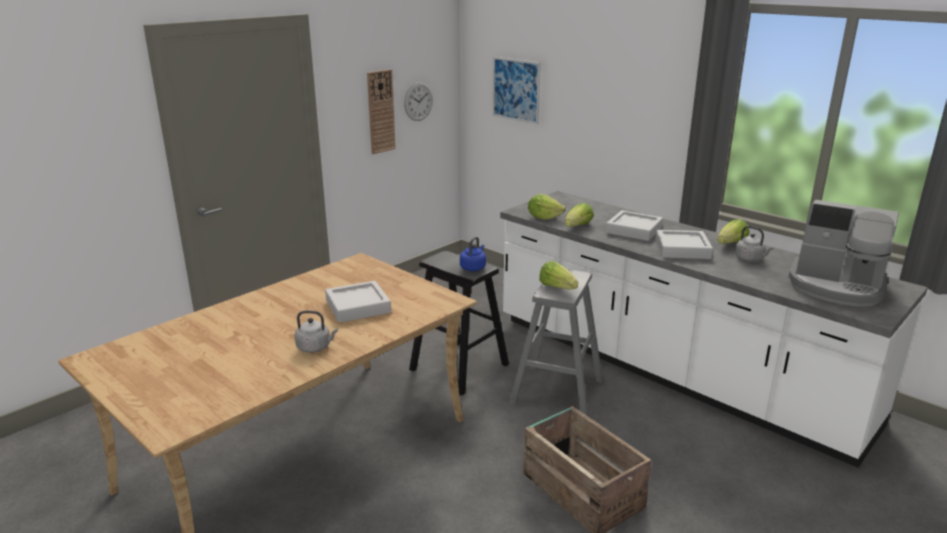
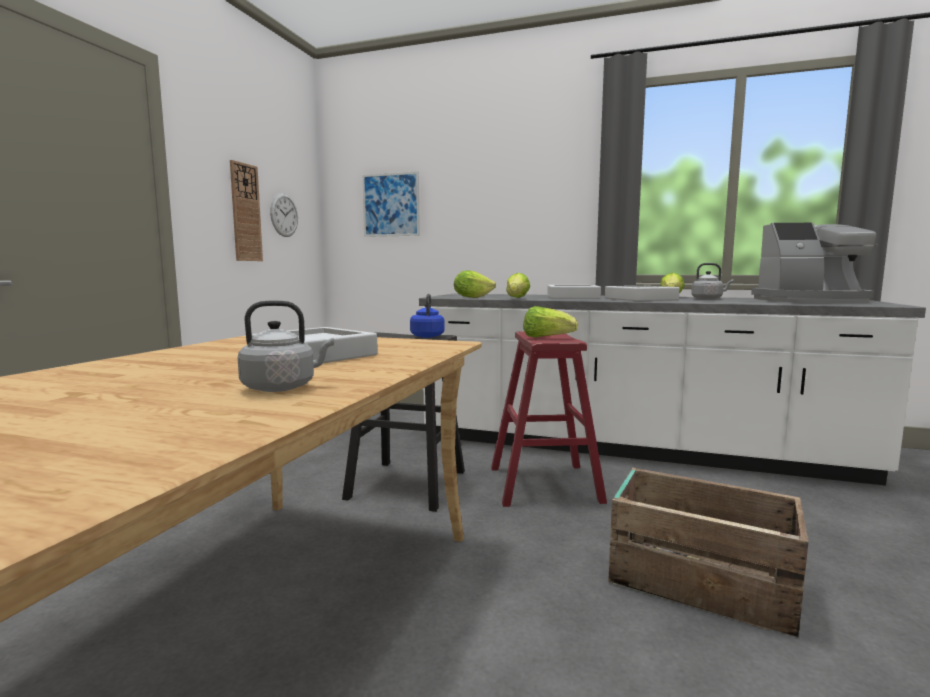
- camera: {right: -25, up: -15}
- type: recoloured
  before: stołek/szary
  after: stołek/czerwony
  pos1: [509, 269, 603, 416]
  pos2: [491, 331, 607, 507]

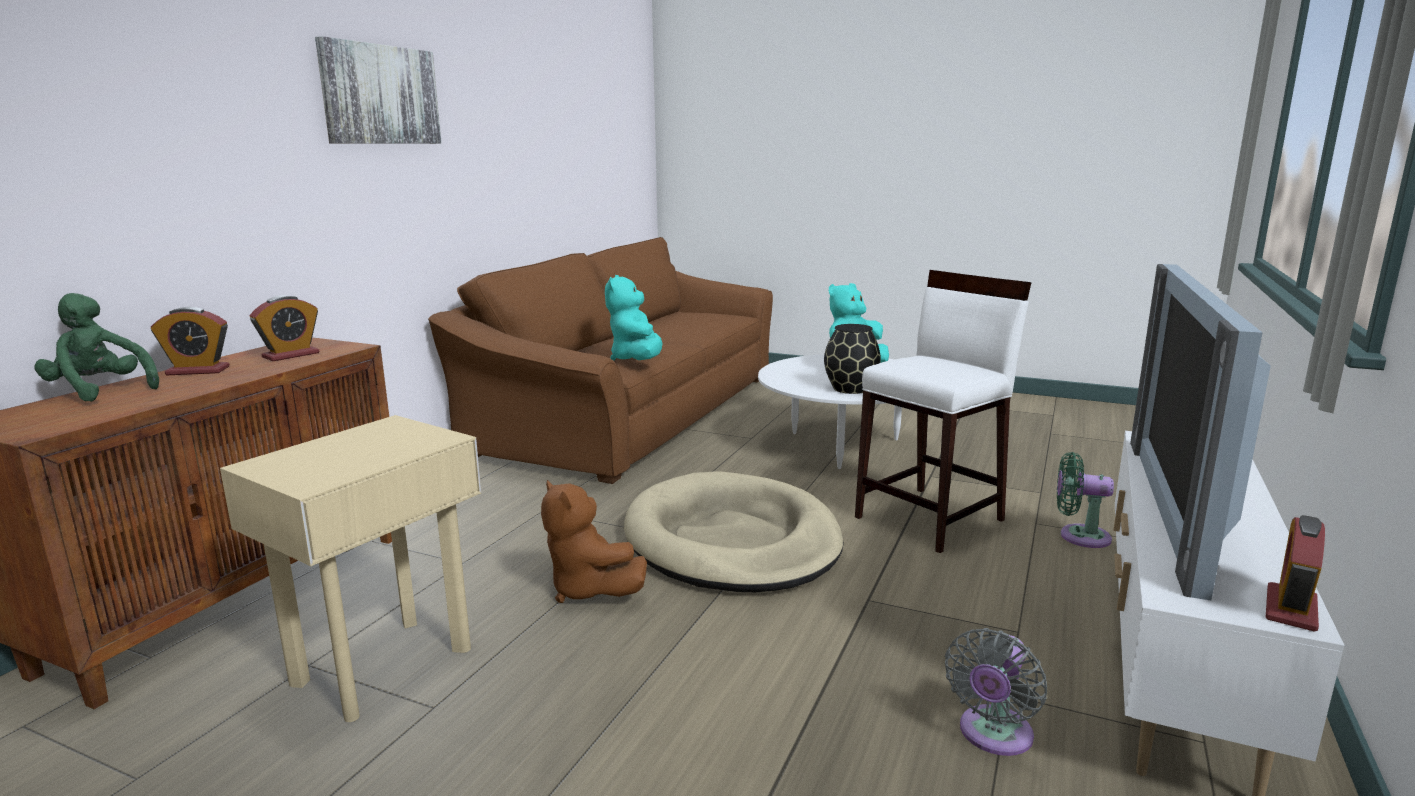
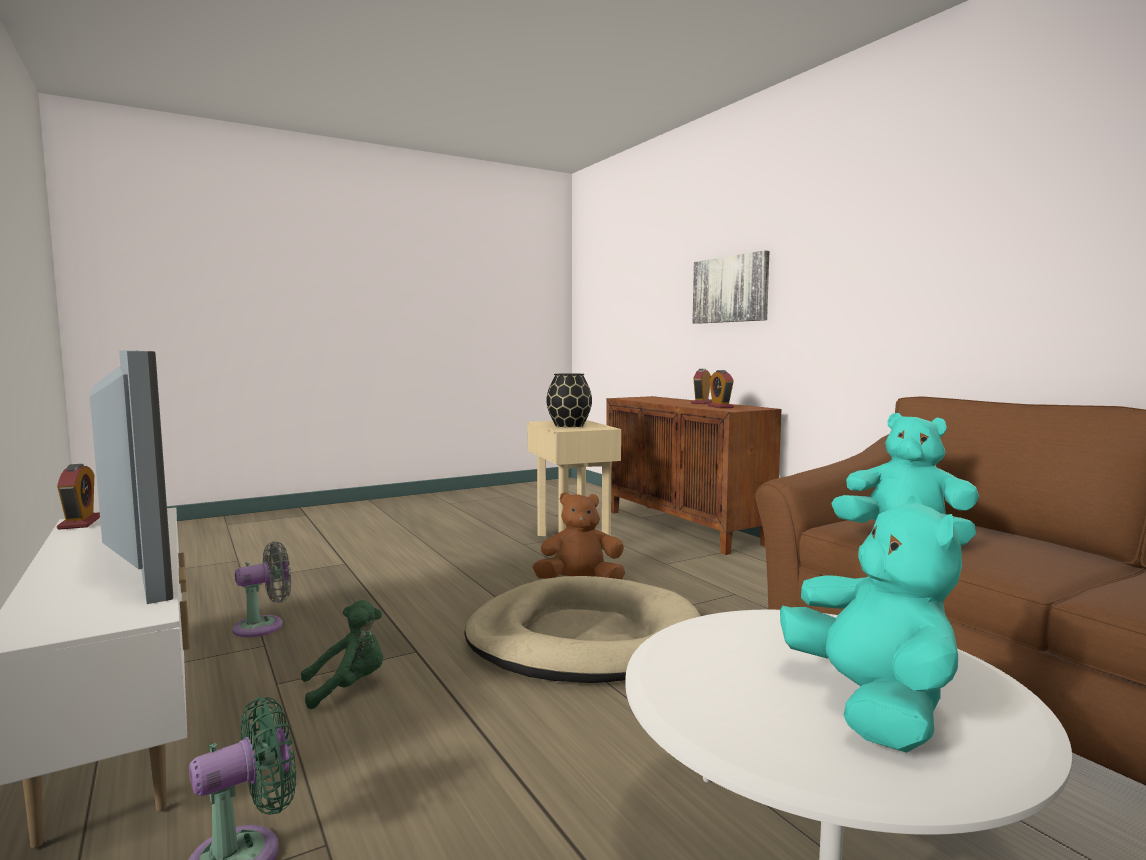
- camera: {right: 125, up: -10}
- type: removed
  before: stołek/biały
  pos1: [855, 270, 1031, 553]
- type: moved
  before: pluszak/zielony
  pos1: [35, 293, 159, 402]
  pos2: [301, 600, 383, 709]
- type: moved
  before: obraz
  pos1: [315, 36, 442, 144]
  pos2: [692, 250, 769, 324]
- type: moved
  before: wazon/czarny
  pos1: [824, 324, 881, 394]
  pos2: [546, 373, 592, 427]
- type: turned
  before: wentylator/szary
  pos1: [945, 628, 1047, 756]
  pos2: [232, 541, 291, 637]
  turn: 75

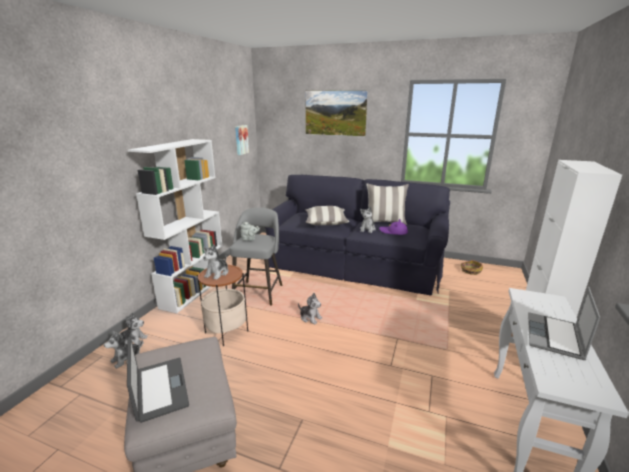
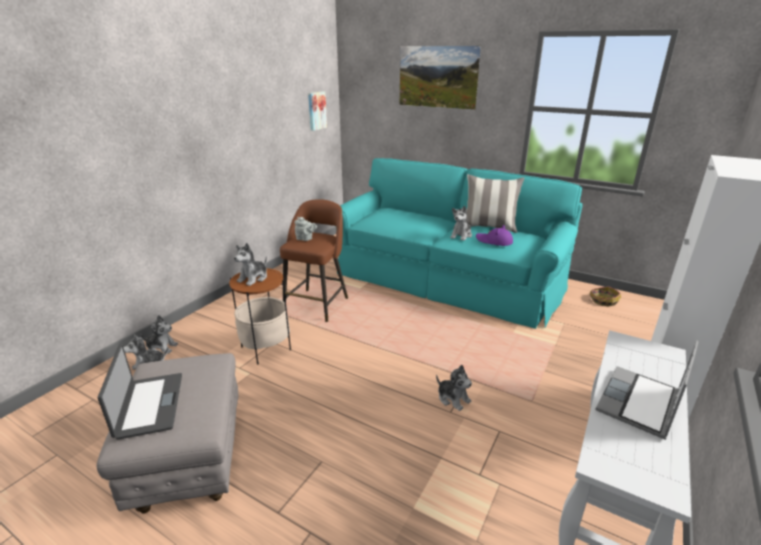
- camera: {right: 10, up: 5}
- type: removed
  before: regał/biały
  pos1: [128, 139, 222, 313]
- type: removed
  before: poduszka
  pos1: [305, 206, 349, 225]
- type: moved
  before: pluszak
  pos1: [298, 293, 322, 324]
  pos2: [436, 365, 472, 411]
- type: recoloured
  before: stołek/szary
  after: stołek/brązowy
  pos1: [230, 207, 282, 306]
  pos2: [280, 199, 348, 322]
- type: recoloured
  before: kanapa/czarny
  after: kanapa/turkusowy
  pos1: [265, 175, 450, 296]
  pos2: [337, 158, 583, 329]

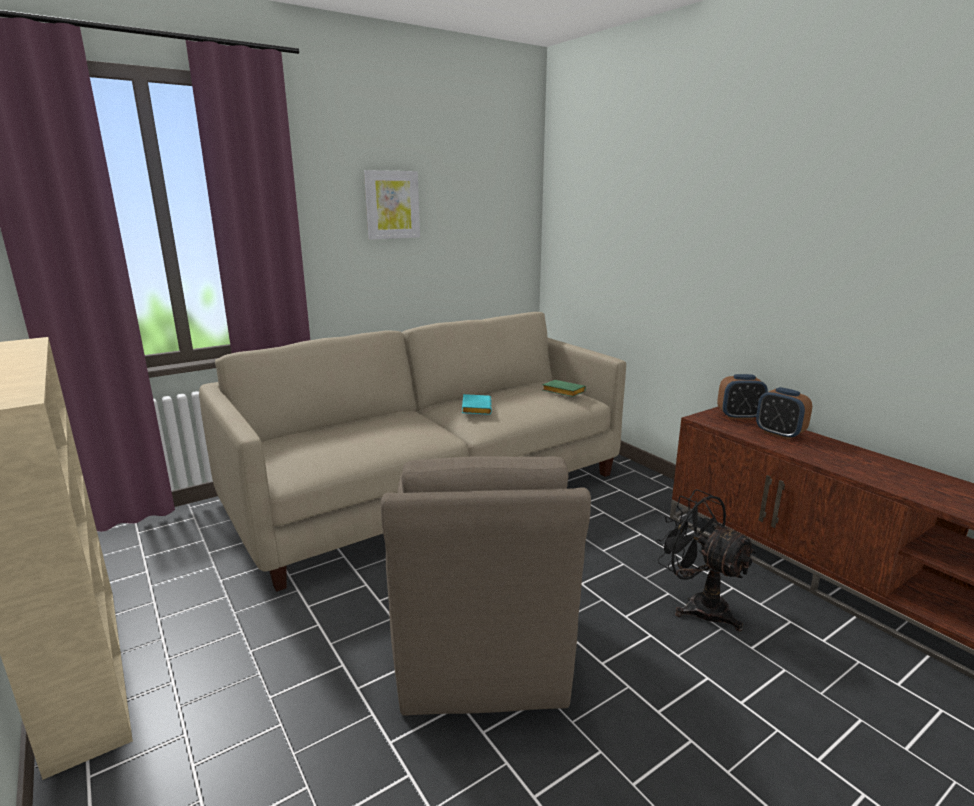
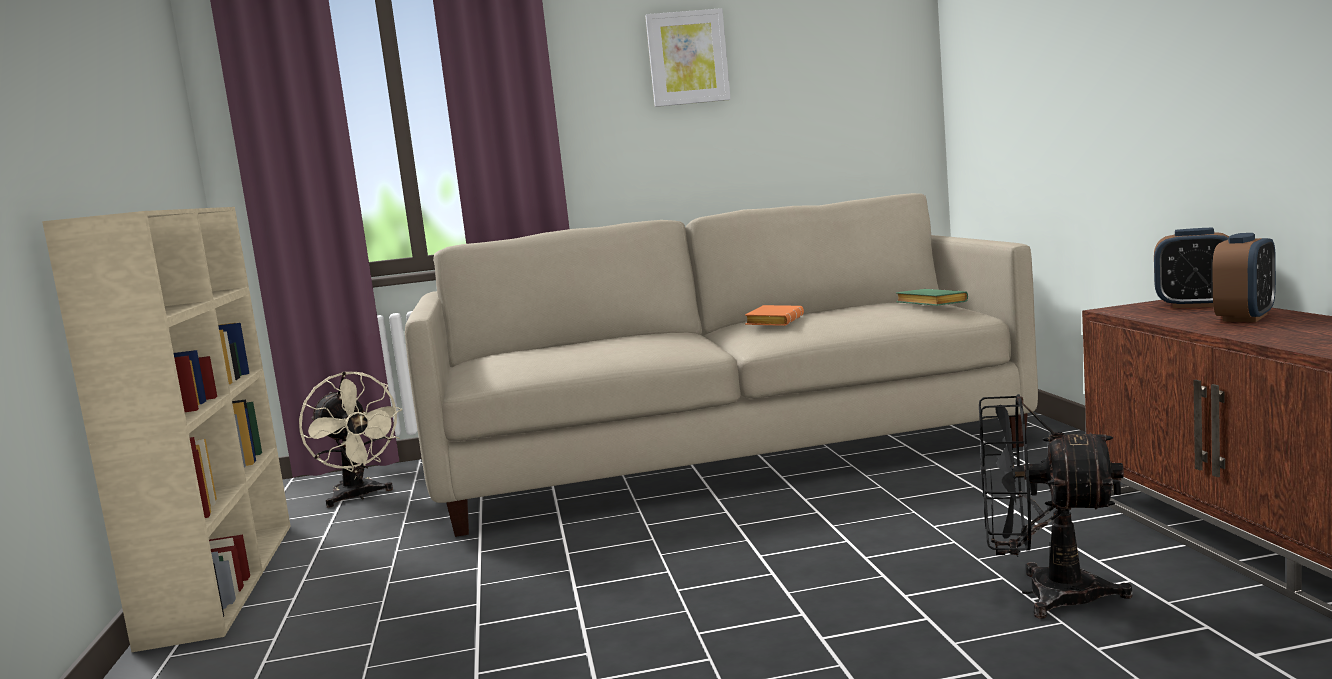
- camera: {right: 25, up: -10}
- type: removed
  before: fotel/brązowy
  pos1: [381, 456, 591, 716]
- type: added
  after: wentylator/beżowy
  pos2: [299, 371, 403, 508]
- type: recoloured
  before: książka/turkusowy
  after: książka/pomarańczowy
  pos1: [462, 394, 492, 415]
  pos2: [745, 305, 804, 326]
- type: turned
  before: wentylator/czarny
  pos1: [656, 489, 756, 631]
  pos2: [979, 394, 1133, 619]
  turn: -60
- type: turned
  before: budzik
  pos1: [756, 387, 812, 440]
  pos2: [1212, 233, 1276, 322]
  turn: -120

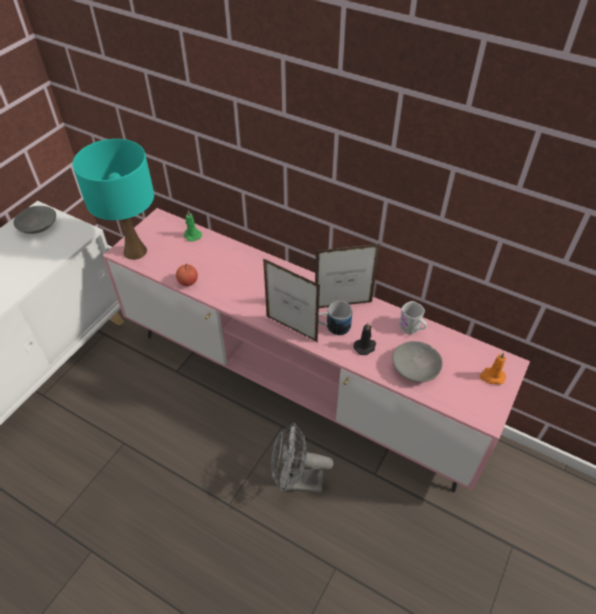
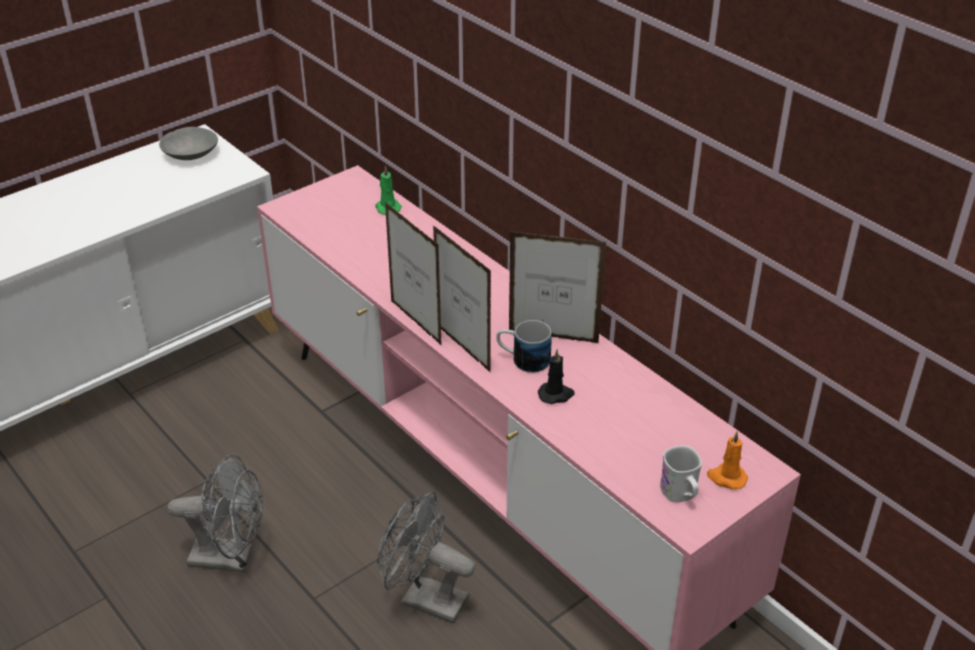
- camera: {right: 20, up: -10}
- type: removed
  before: lampa stołowa/turkusowy
  pos1: [72, 139, 154, 260]
- type: removed
  before: jabłko
  pos1: [176, 264, 198, 286]
- type: removed
  before: miska/szary
  pos1: [392, 341, 443, 382]
- type: added
  after: wentylator/szary
  pos2: [168, 454, 263, 572]
- type: added
  after: ramka na zdjęcie
  pos2: [385, 202, 442, 346]
- type: moved
  before: kubek/biały
  pos1: [399, 301, 427, 334]
  pos2: [660, 445, 702, 502]

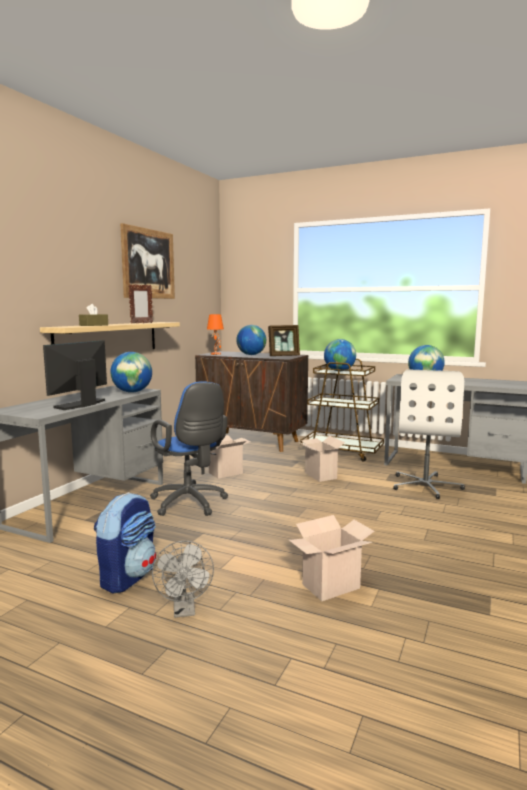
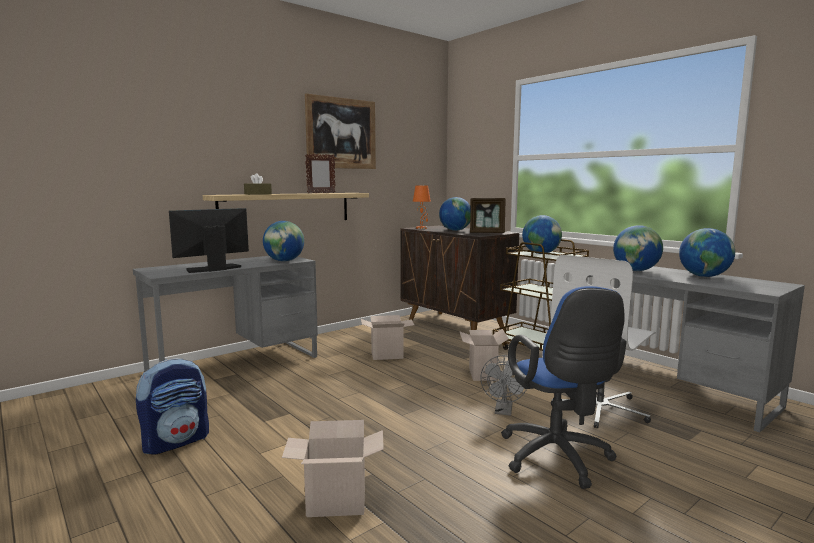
- camera: {right: 25, up: 0}
- type: added
  after: globus
  pos2: [679, 228, 735, 277]
- type: moved
  before: krzesło biurowe/niebieski
  pos1: [150, 381, 228, 516]
  pos2: [501, 286, 627, 489]
- type: moved
  before: wentylator/szary
  pos1: [152, 541, 214, 618]
  pos2: [480, 355, 527, 416]

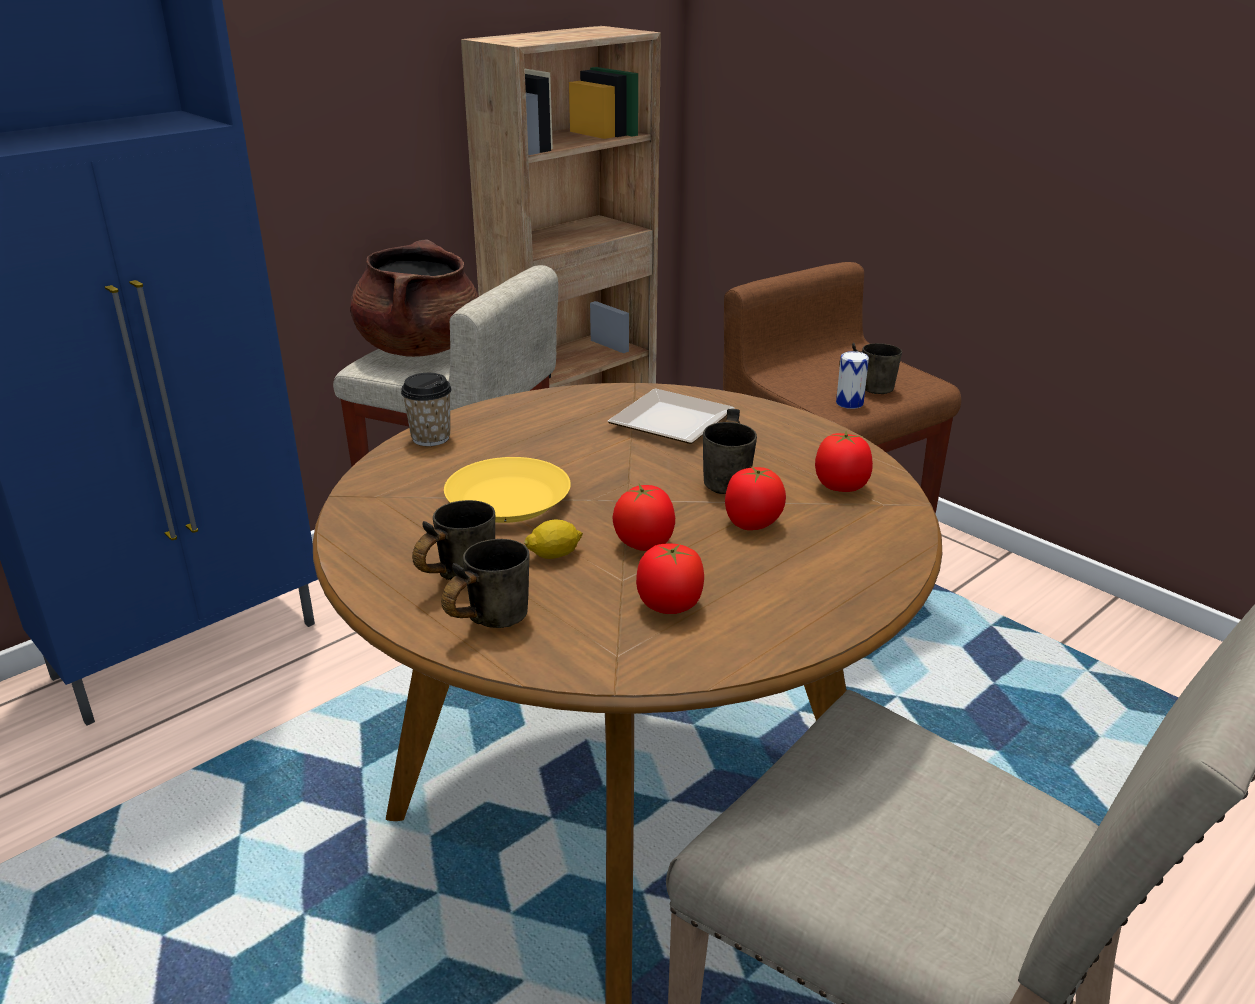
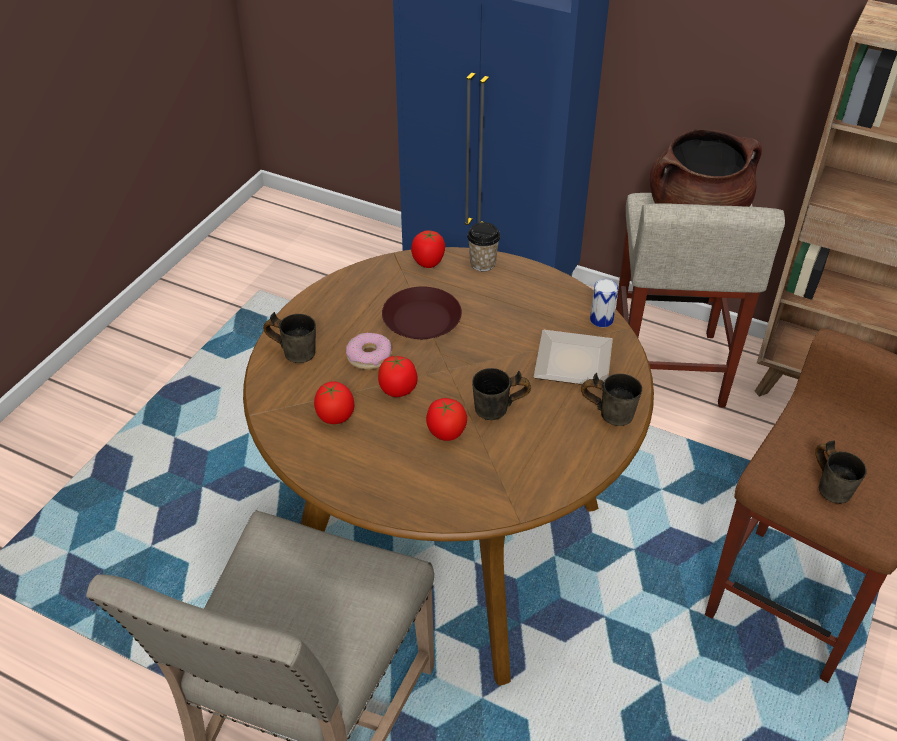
- camera: {right: 70, up: 15}
- type: moved
  before: kubek/szary
  pos1: [412, 500, 495, 580]
  pos2: [581, 373, 642, 426]
- type: moved
  before: pomidor
  pos1: [815, 431, 873, 492]
  pos2: [411, 230, 445, 268]
- type: moved
  before: puszka
  pos1: [836, 351, 869, 409]
  pos2: [590, 279, 618, 327]
- type: replaced
  before: cytryna
  after: donut
  pos1: [524, 519, 583, 559]
  pos2: [346, 332, 392, 370]
- type: recoloured
  before: talerz/żółty
  after: talerz/brązowy
  pos1: [444, 457, 571, 523]
  pos2: [382, 287, 462, 339]

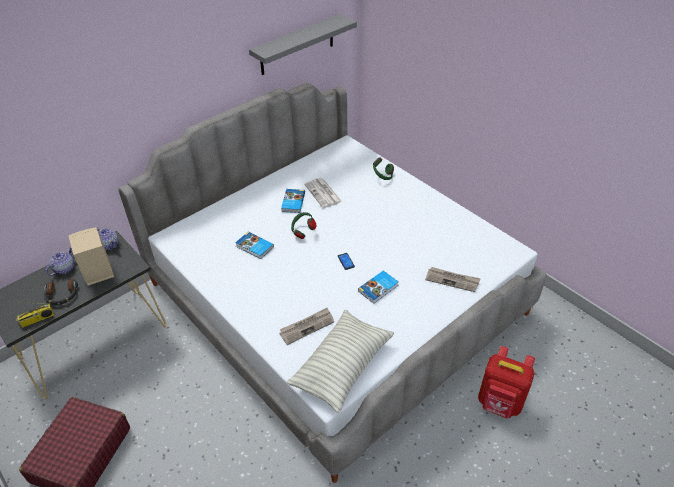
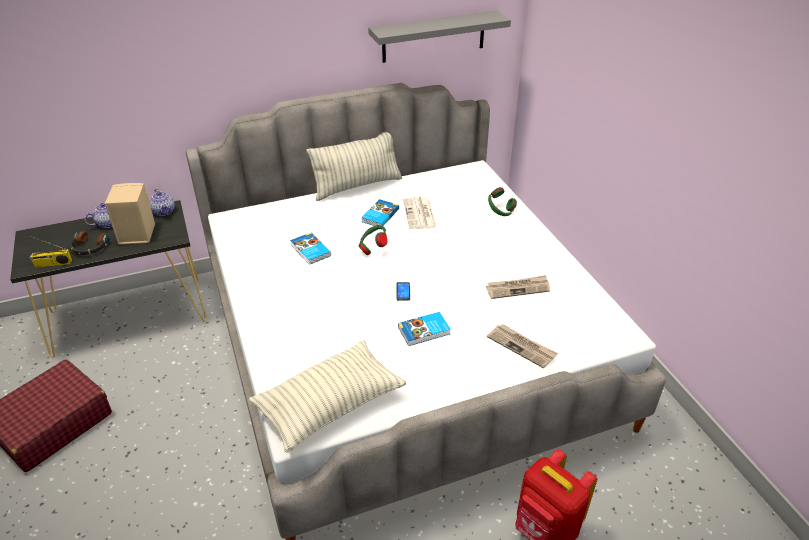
- camera: {right: 20, up: -5}
- type: added
  after: poduszka
  pos2: [307, 132, 402, 201]
- type: moved
  before: gazeta
  pos1: [279, 308, 334, 345]
  pos2: [486, 275, 550, 299]

